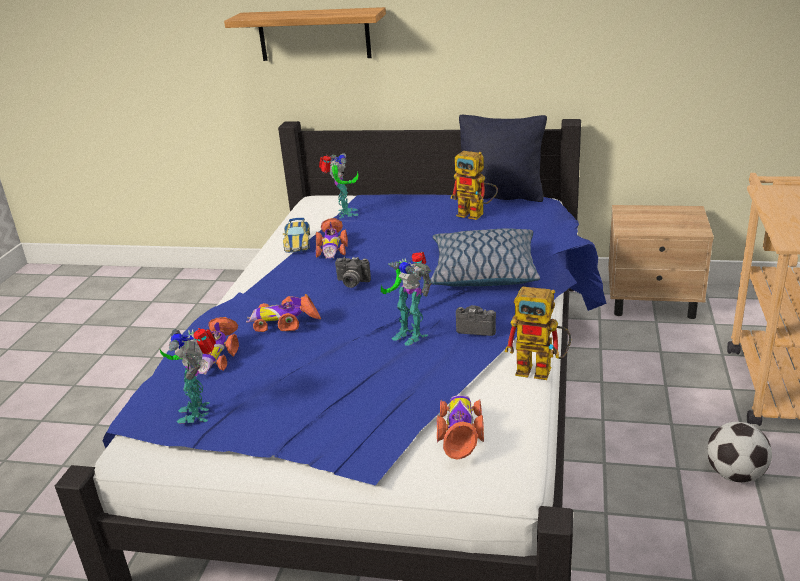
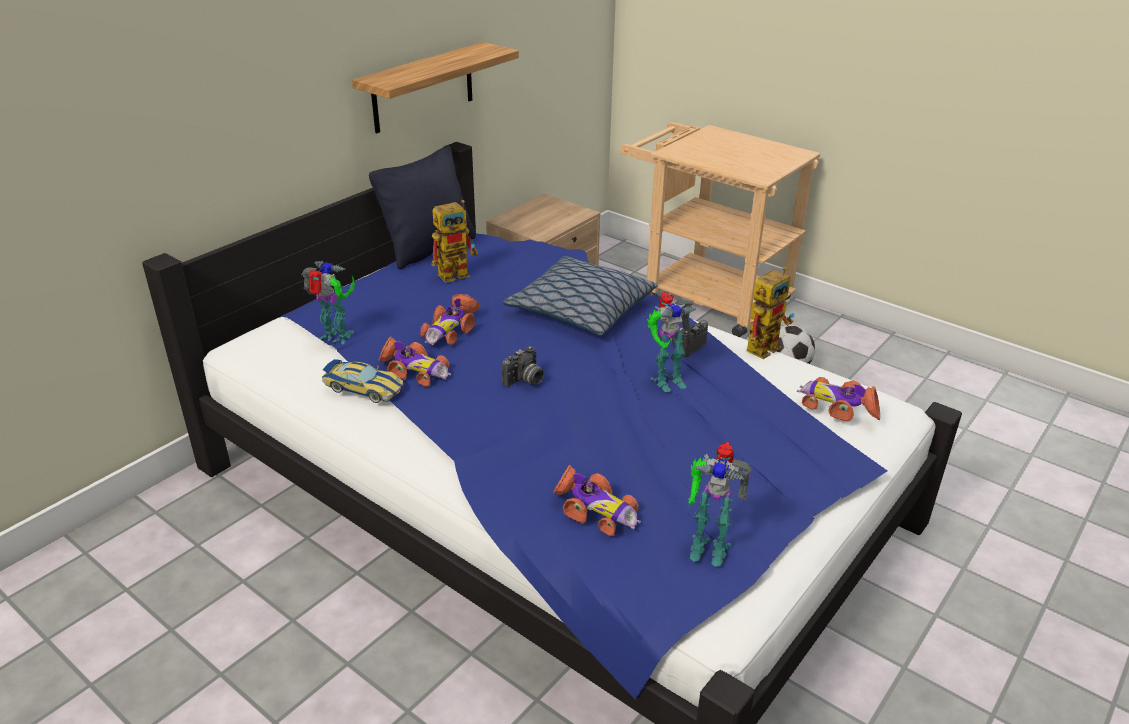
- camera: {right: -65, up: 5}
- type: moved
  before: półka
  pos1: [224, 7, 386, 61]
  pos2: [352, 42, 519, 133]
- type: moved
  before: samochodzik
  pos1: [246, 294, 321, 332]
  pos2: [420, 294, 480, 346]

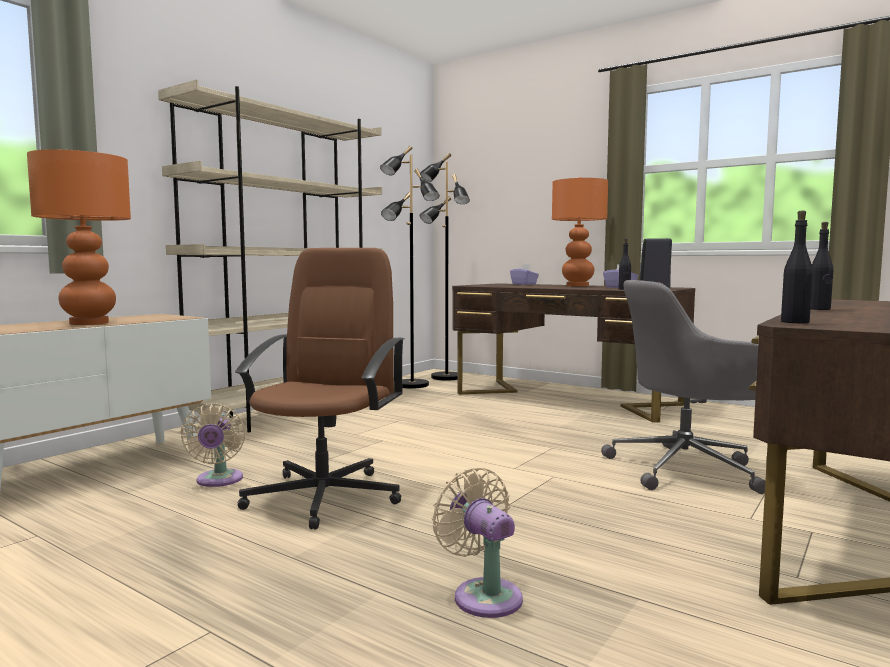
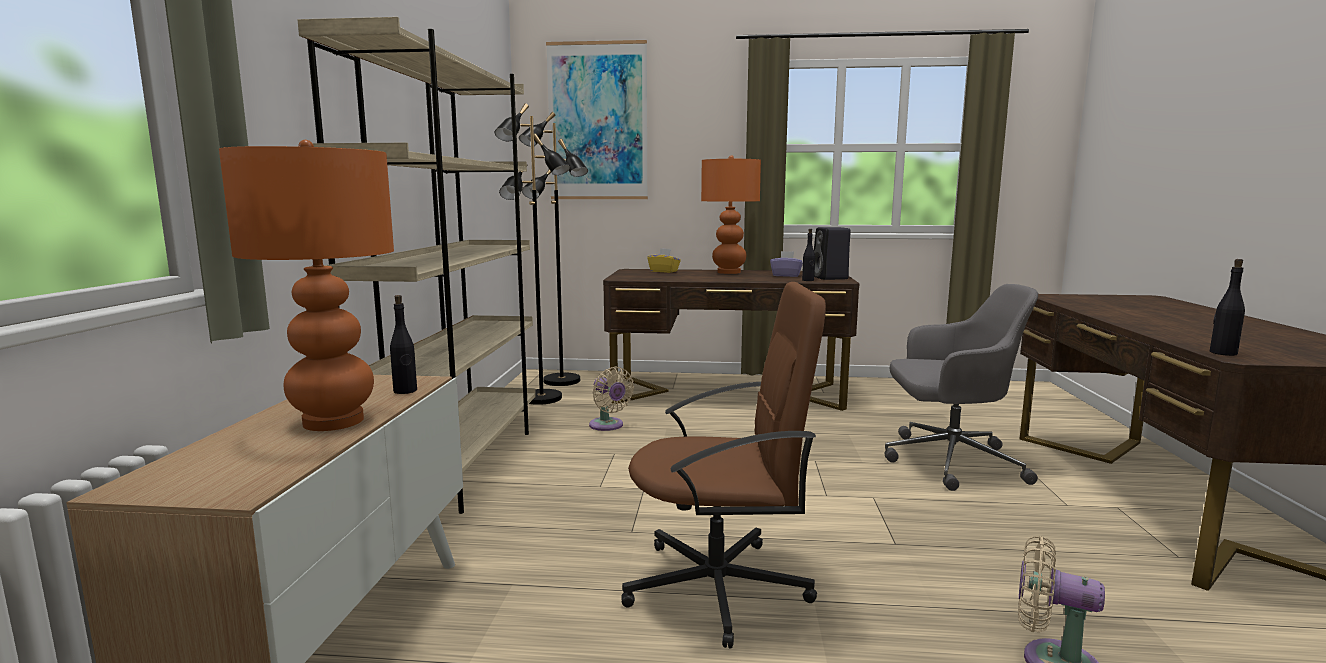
- camera: {right: -30, up: 5}
- type: added
  after: obraz
  pos2: [546, 40, 648, 199]
- type: moved
  before: wentylator/beżowy
  pos1: [181, 403, 245, 487]
  pos2: [589, 367, 634, 431]
- type: moved
  before: butelka/czarny
  pos1: [810, 222, 833, 310]
  pos2: [390, 295, 417, 394]
- type: recoloured
  before: pudełko chusteczek/fioletowy
  after: pudełko chusteczek/żółty
  pos1: [510, 264, 539, 285]
  pos2: [647, 248, 681, 273]
- type: turned
  before: krzesło biurowe/brązowy
  pos1: [235, 248, 405, 530]
  pos2: [622, 282, 826, 649]
  turn: 105
- type: turned
  before: krzesło biurowe/szary
  pos1: [601, 280, 765, 494]
  pos2: [885, 284, 1038, 491]
  turn: -135

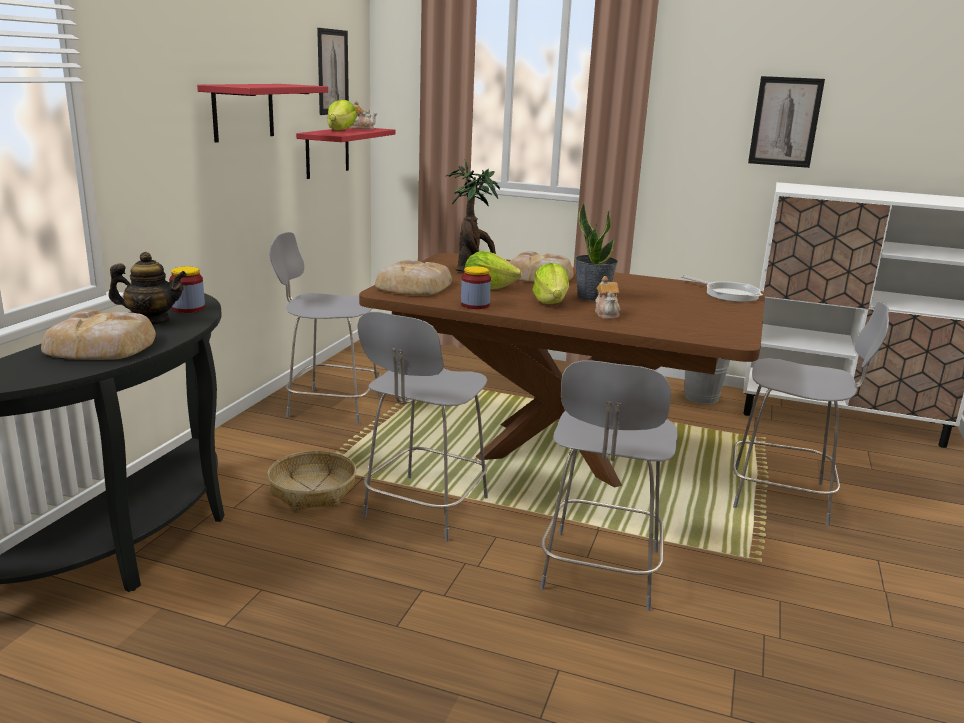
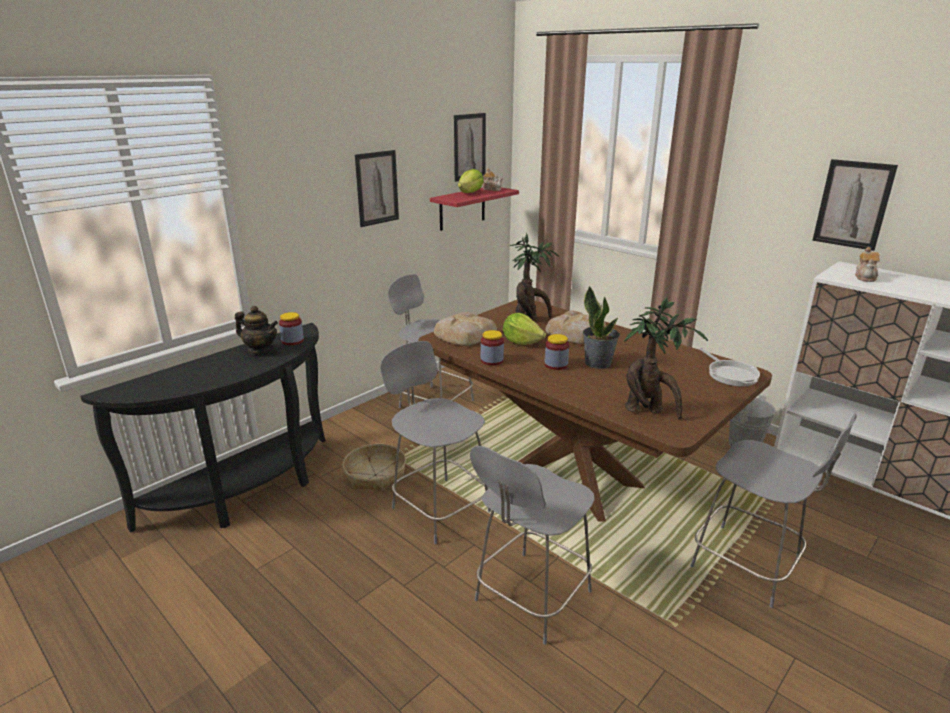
- camera: {right: 25, up: 5}
- type: removed
  before: chleb
  pos1: [41, 310, 156, 360]
- type: added
  after: roślina doniczkowa
  pos2: [624, 297, 708, 420]
- type: moved
  before: imbryk
  pos1: [595, 276, 621, 319]
  pos2: [855, 247, 880, 282]
- type: replaced
  before: półka/czerwony
  after: obraz
  pos1: [197, 84, 328, 143]
  pos2: [355, 150, 399, 227]
- type: replaced
  before: sałata
  after: słoik
  pos1: [533, 263, 569, 304]
  pos2: [544, 334, 569, 370]
- type: turned
  before: krzesło/szary
  pos1: [358, 312, 488, 542]
  pos2: [380, 341, 491, 544]
  turn: 90

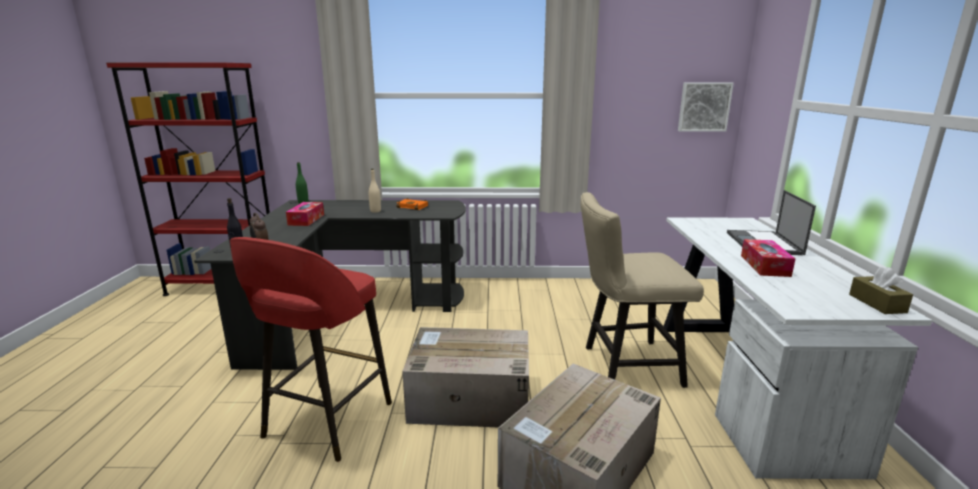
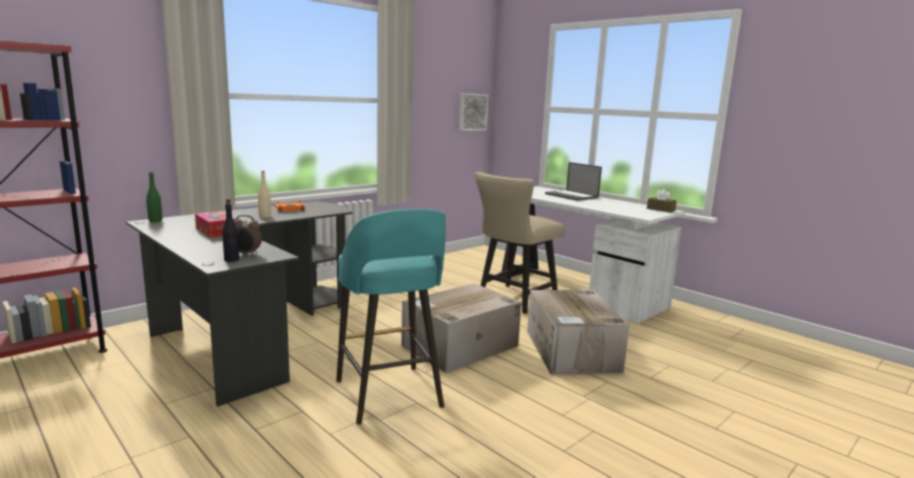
- camera: {right: -45, up: -5}
- type: removed
  before: pudełko chusteczek
  pos1: [741, 239, 795, 277]
- type: recoloured
  before: stołek/czerwony
  after: stołek/turkusowy
  pos1: [230, 237, 392, 462]
  pos2: [336, 209, 446, 425]

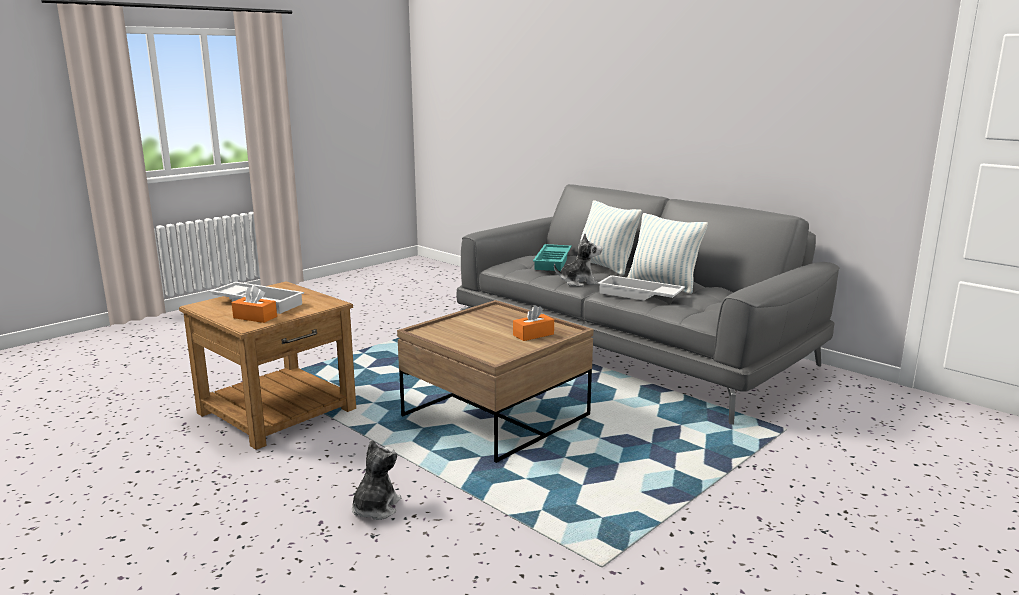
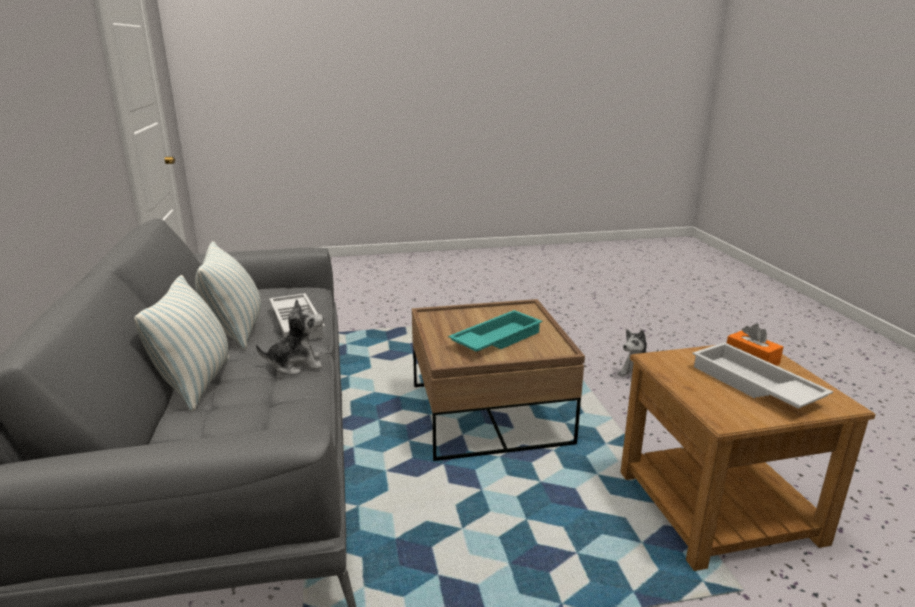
- camera: {right: -145, up: 5}
- type: removed
  before: pudełko chusteczek/pomarańczowy
  pos1: [513, 305, 554, 341]
- type: moved
  before: taca/turkusowy
  pos1: [533, 244, 572, 271]
  pos2: [448, 310, 542, 352]
- type: turned
  before: pluszak
  pos1: [554, 233, 602, 287]
  pos2: [256, 299, 324, 375]
  turn: 135

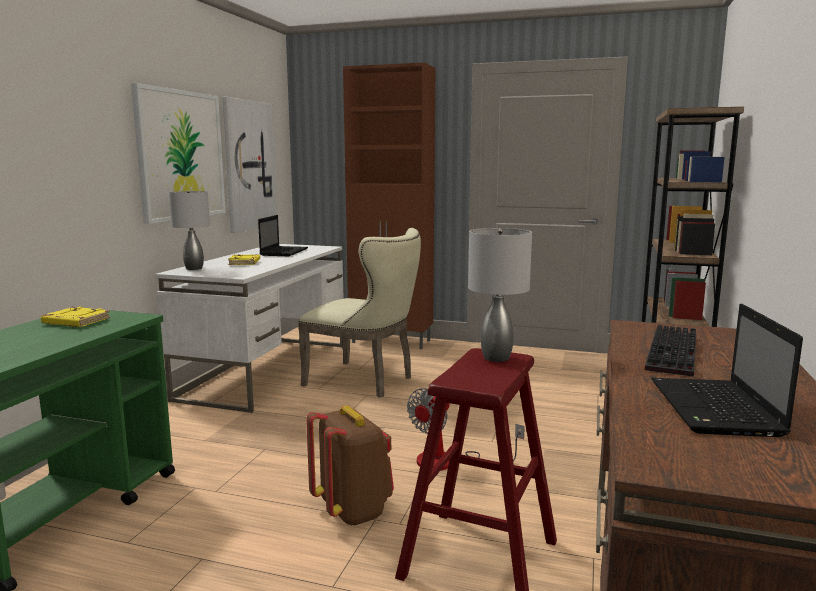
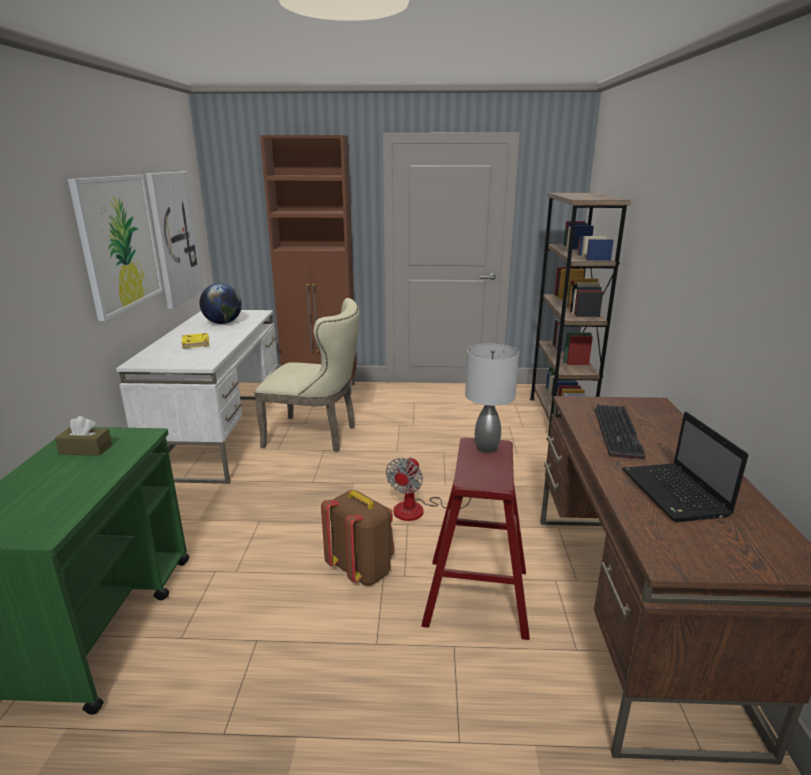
- camera: {right: -15, up: 10}
- type: removed
  before: lampa stołowa/szary
  pos1: [169, 191, 210, 270]
- type: replaced
  before: książka/żółty
  after: pudełko chusteczek/brązowy
  pos1: [41, 307, 110, 327]
  pos2: [55, 416, 112, 456]
- type: replaced
  before: laptop
  after: globus
  pos1: [258, 215, 308, 256]
  pos2: [200, 283, 242, 324]

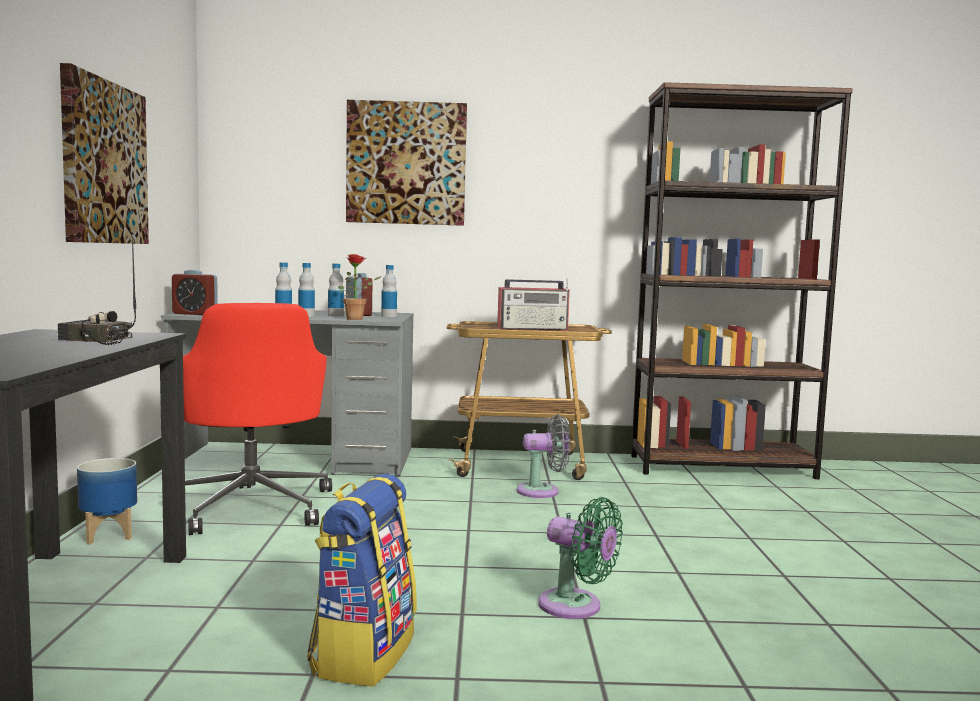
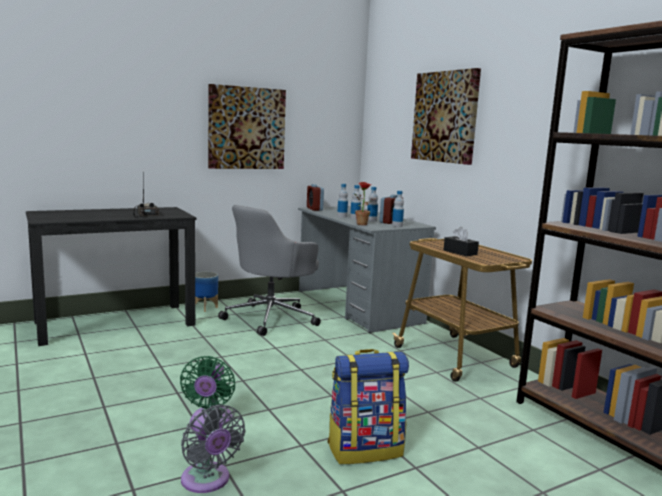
- camera: {right: 60, up: 5}
- type: moved
  before: plecak
  pos1: [307, 473, 417, 687]
  pos2: [328, 349, 409, 464]
- type: moved
  before: wentylator/szary
  pos1: [517, 414, 570, 498]
  pos2: [181, 404, 246, 493]
- type: replaced
  before: radio
  after: pudełko chusteczek/czarny
  pos1: [497, 278, 570, 331]
  pos2: [444, 227, 479, 256]
- type: recoloured
  before: krzesło biurowe/czerwony
  after: krzesło biurowe/szary
  pos1: [183, 303, 332, 535]
  pos2: [218, 205, 321, 336]

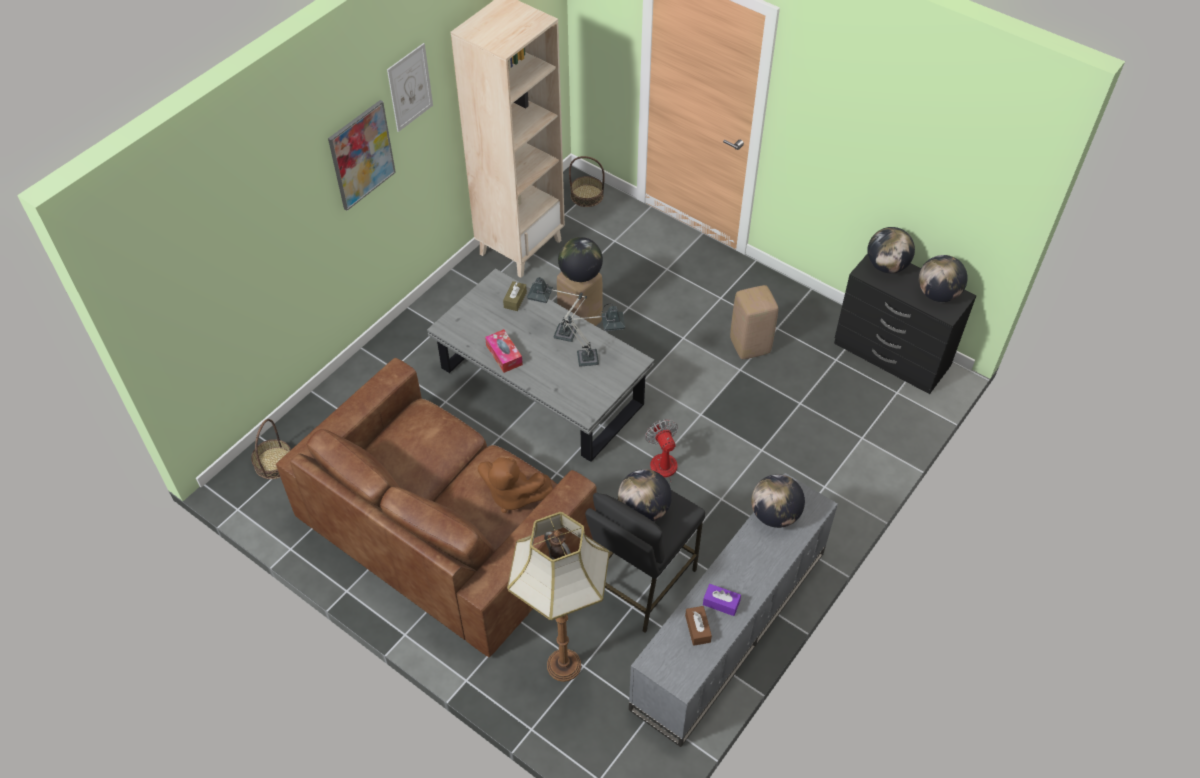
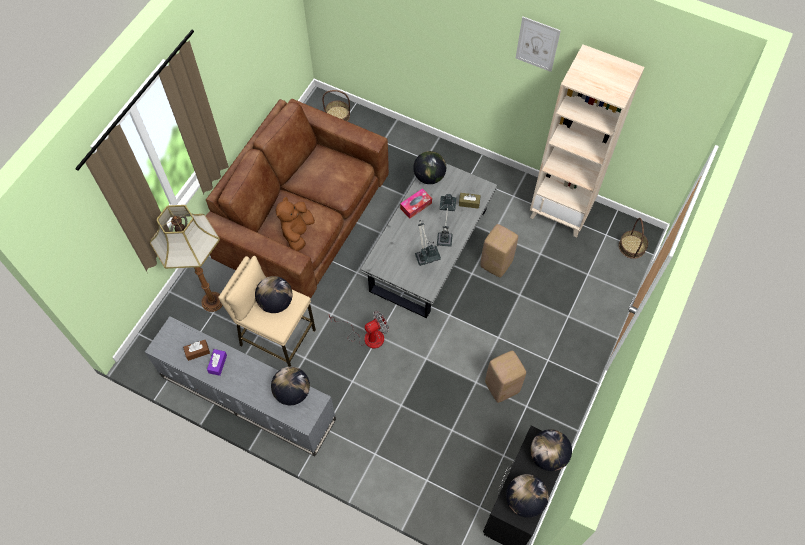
- camera: {right: 80, up: 10}
- type: removed
  before: obraz
  pos1: [328, 100, 396, 211]
- type: moved
  before: globus
  pos1: [558, 237, 603, 282]
  pos2: [413, 151, 446, 184]
- type: recoloured
  before: stołek/czarny
  after: stołek/beżowy
  pos1: [585, 490, 705, 633]
  pos2: [218, 256, 316, 367]

